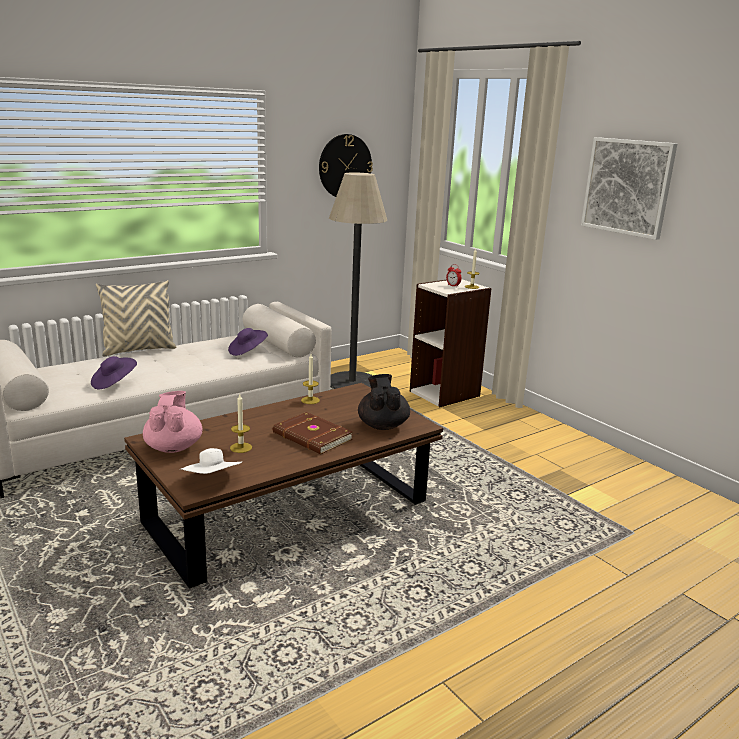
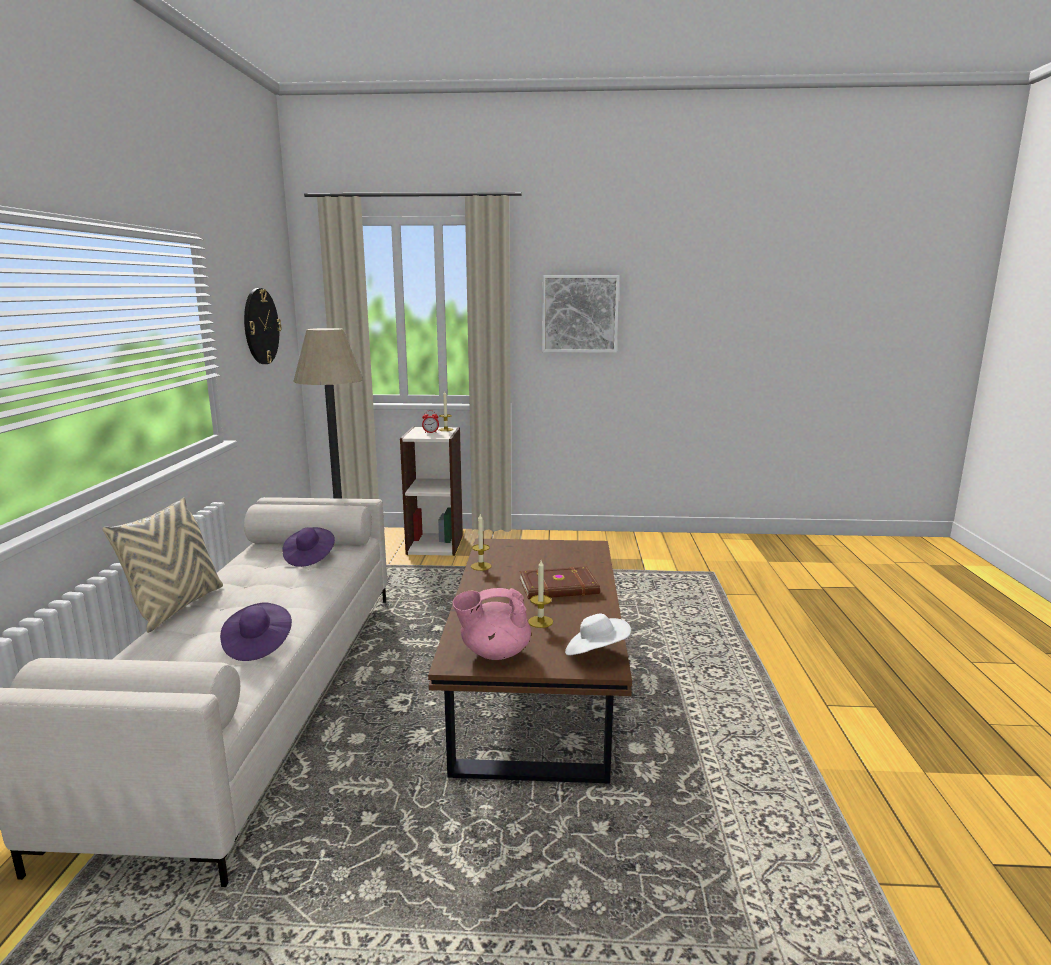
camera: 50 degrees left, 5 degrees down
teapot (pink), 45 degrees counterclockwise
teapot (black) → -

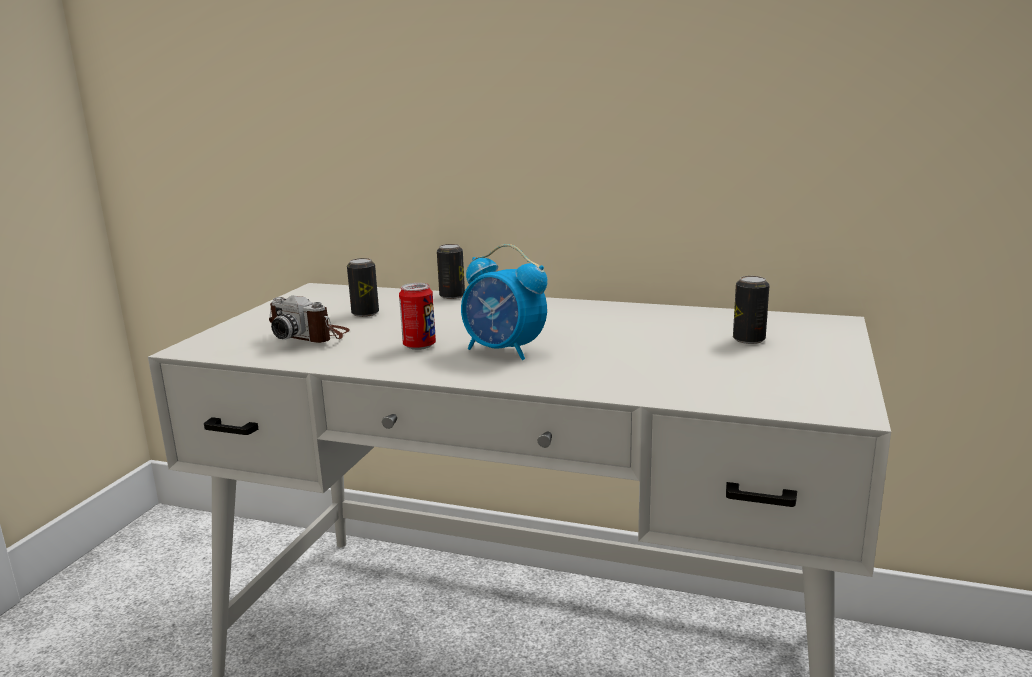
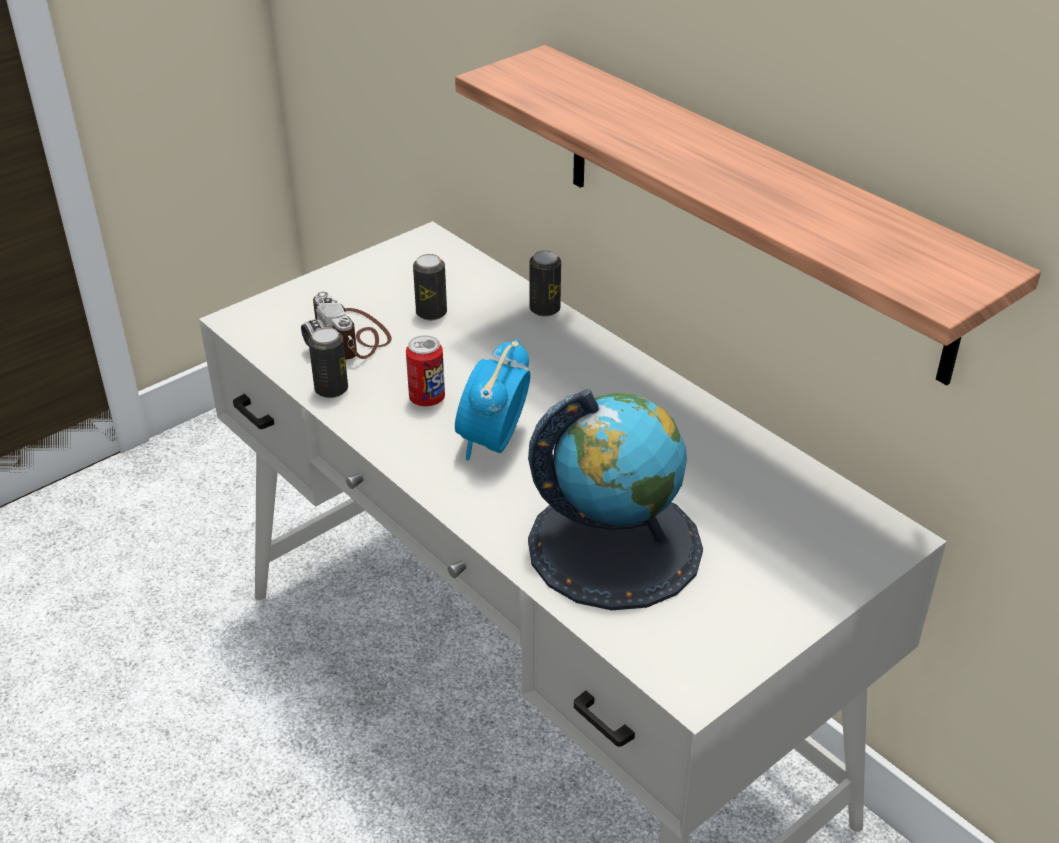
camera: 30 degrees right, 20 degrees up
alarm clock, 45 degrees clockwise
can (no. 4 from left in the first image) → can (no. 1 from left), shifted
- → shelf
- → globe

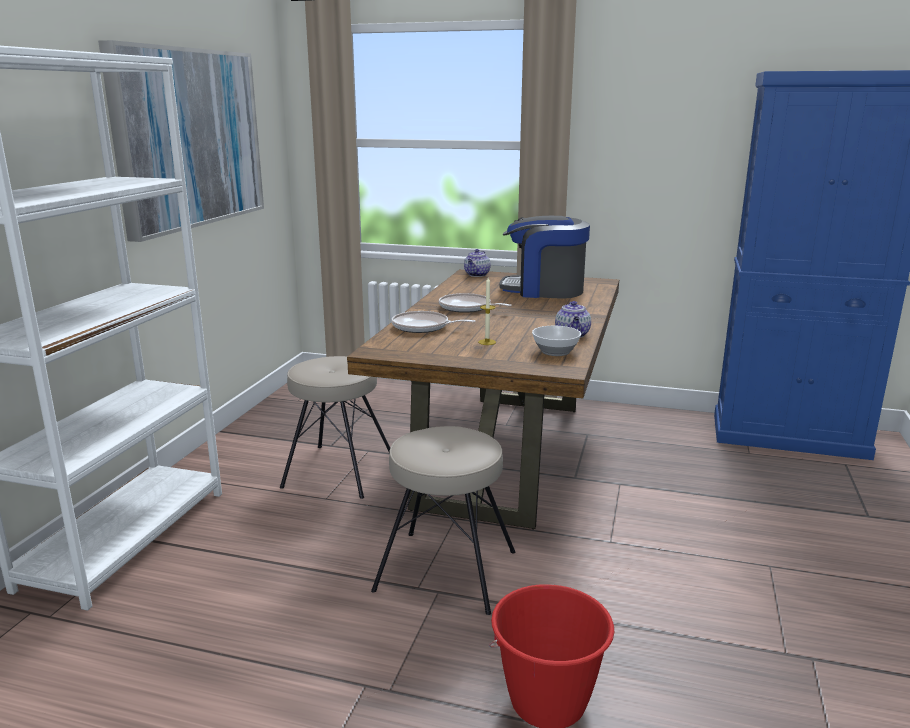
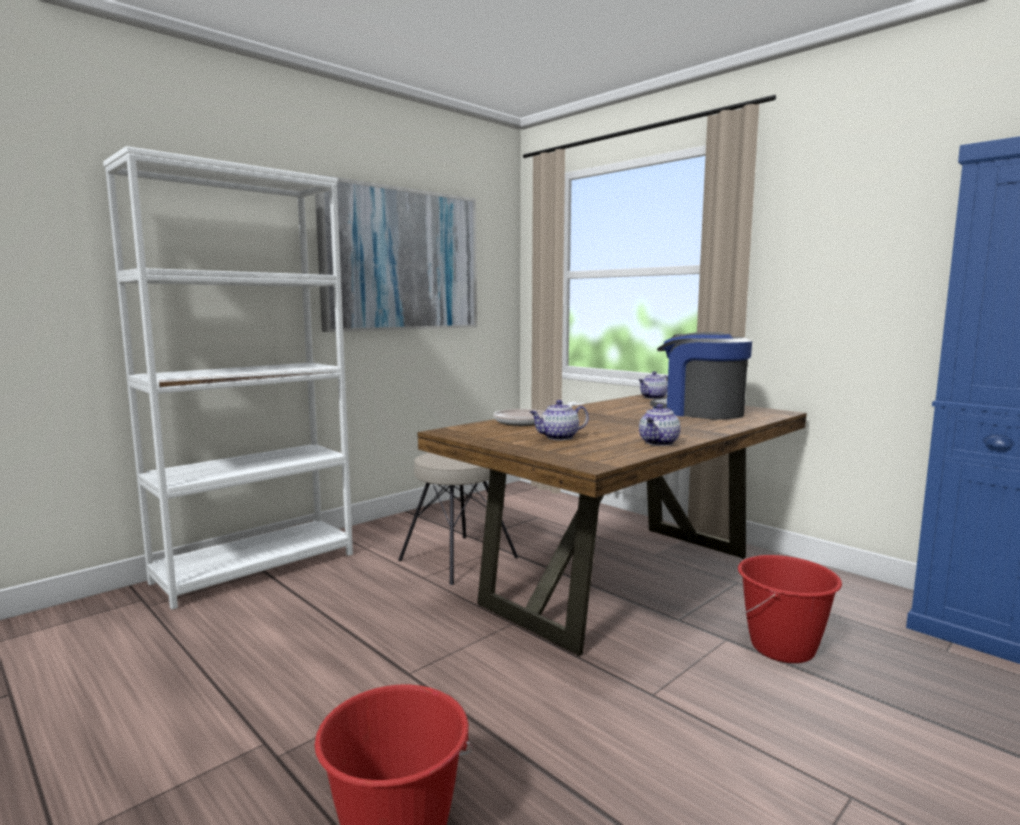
camera: 30 degrees right, 10 degrees down
stool (beige) (no. 2 from left) → -
frying pan (no. 2 from left) → -
candle → teapot (no. 1 from left)
bowl → -
- → bucket (red) (no. 2 from left)

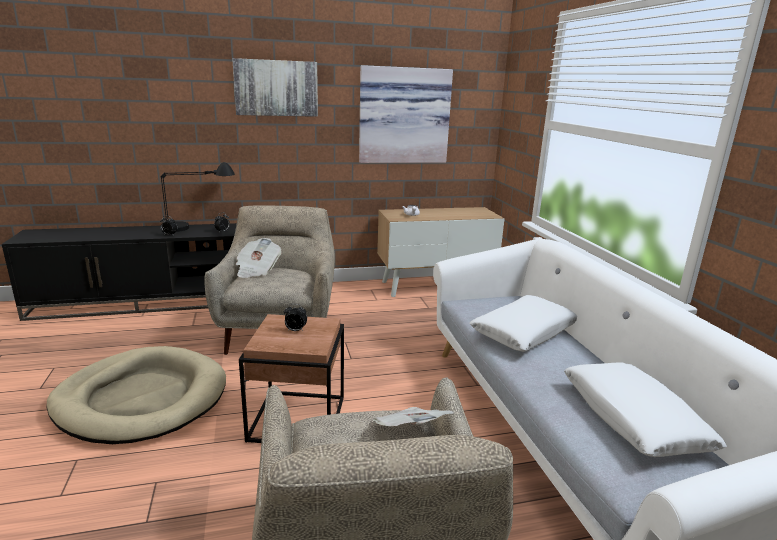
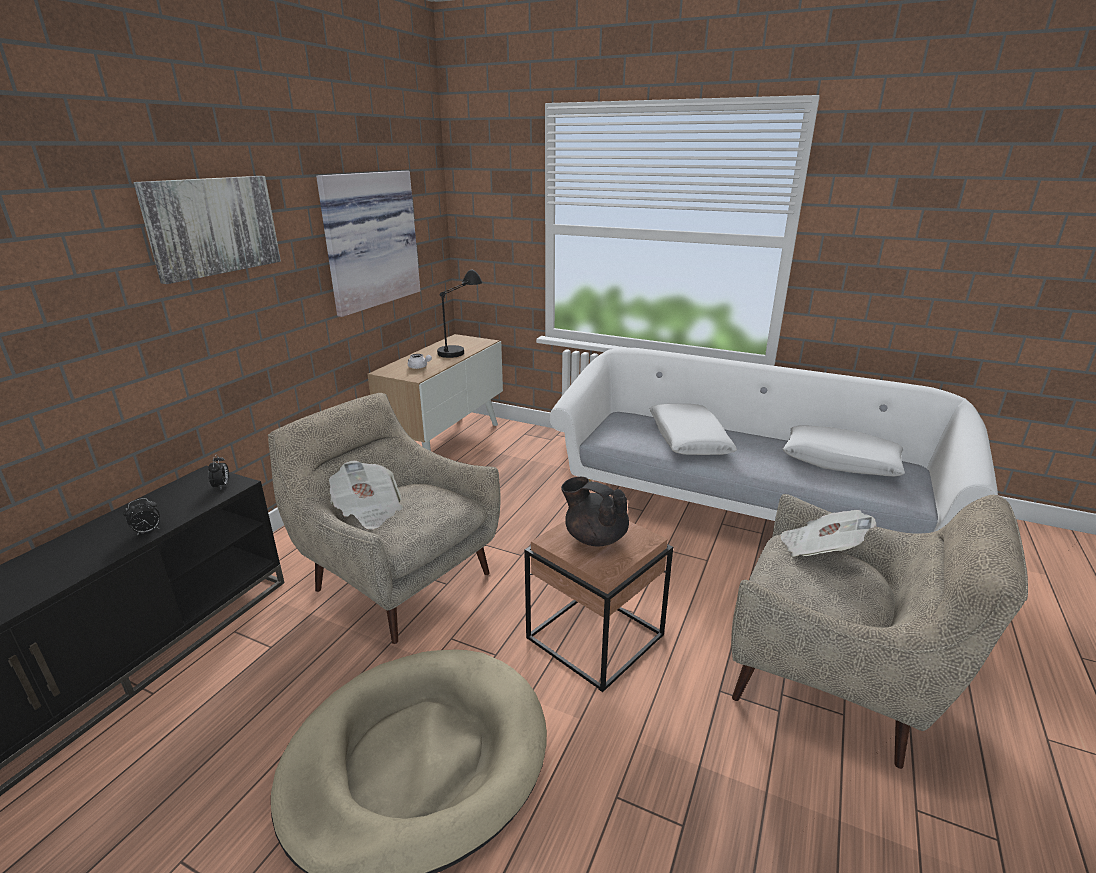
camera: 50 degrees left, 5 degrees up
table lamp (black), shifted
alarm clock (no. 3 from left) → teapot (black)

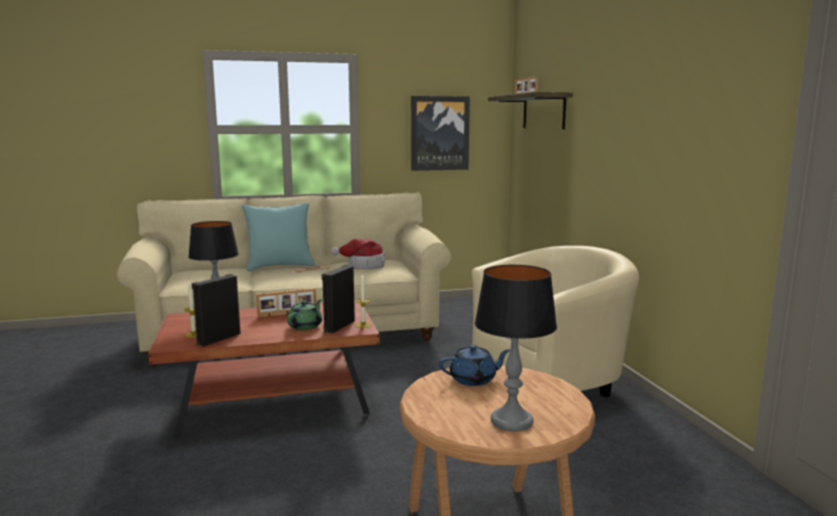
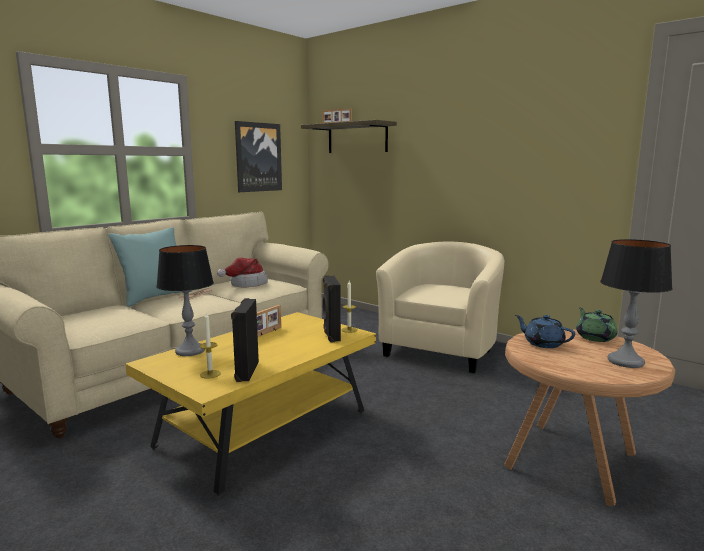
camera: 35 degrees left, 0 degrees up
coffee table (brown) → coffee table (yellow)
teapot (green), shifted
teapot (blue), 90 degrees counterclockwise

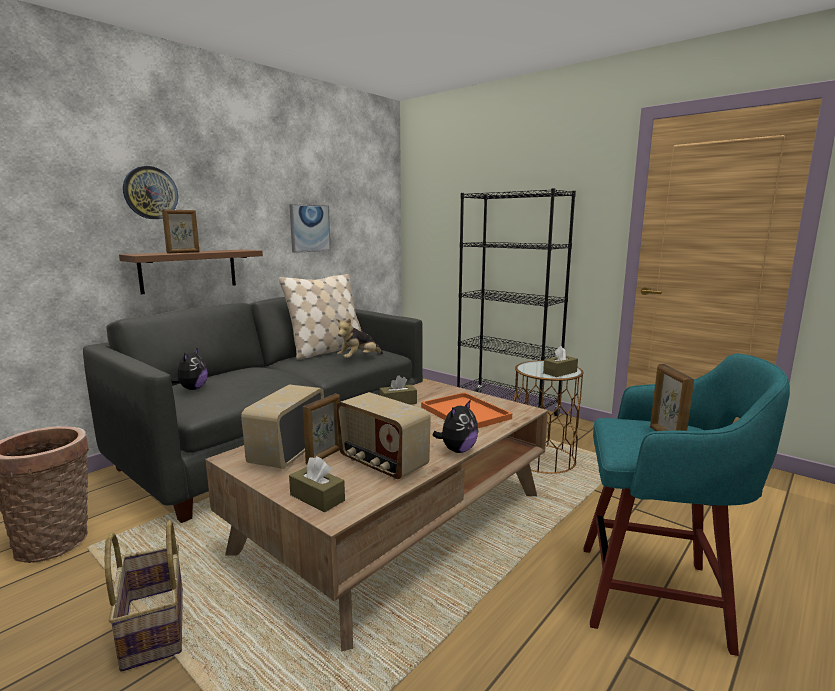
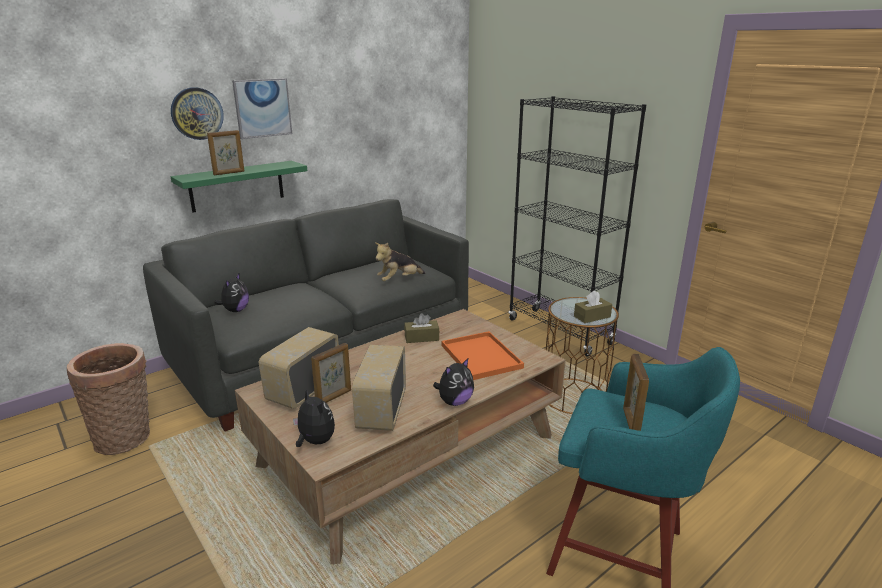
camera: 10 degrees right, 10 degrees up
basket (no. 2 from left) → -
shelf (brown) → shelf (green)
pillow (beige) → -
picture, shifted
tissue box (brown) (no. 1 from left) → plush toy (no. 2 from left)
radio (no. 2 from left), 45 degrees clockwise

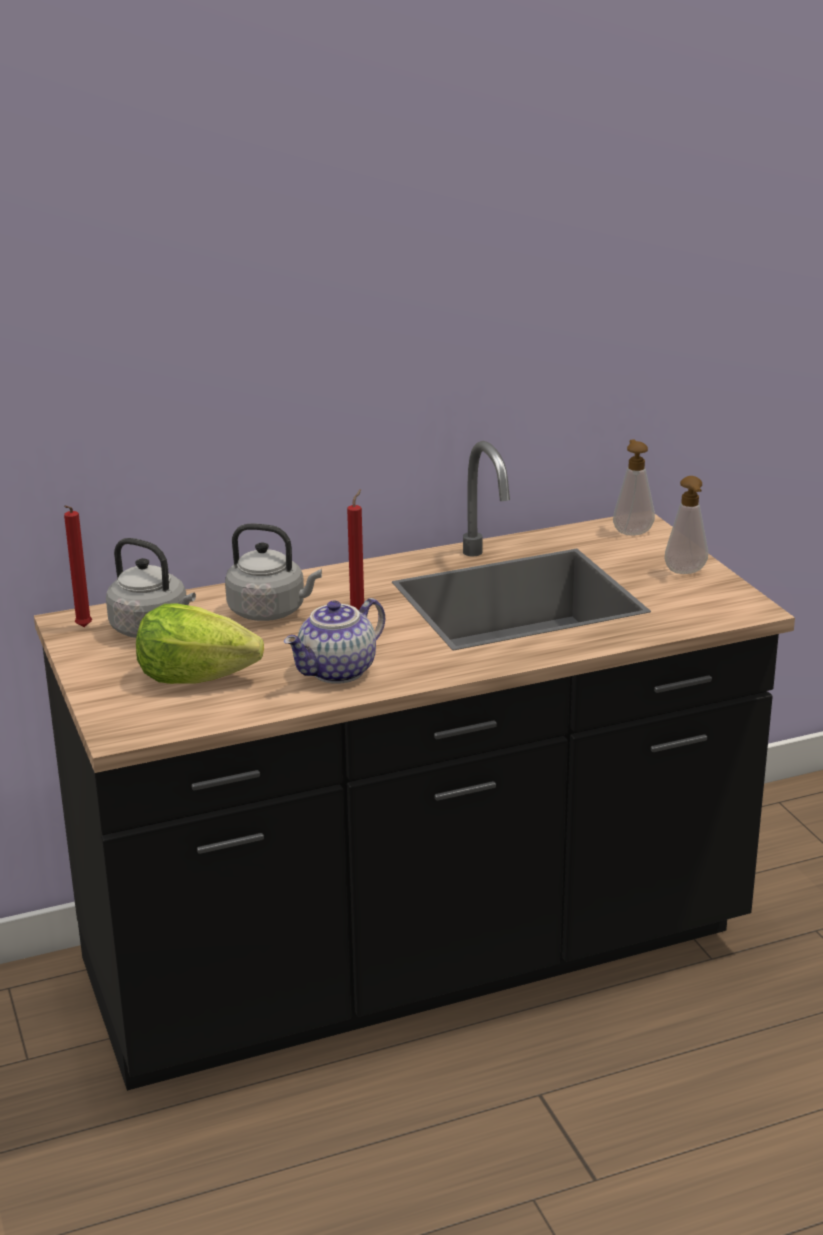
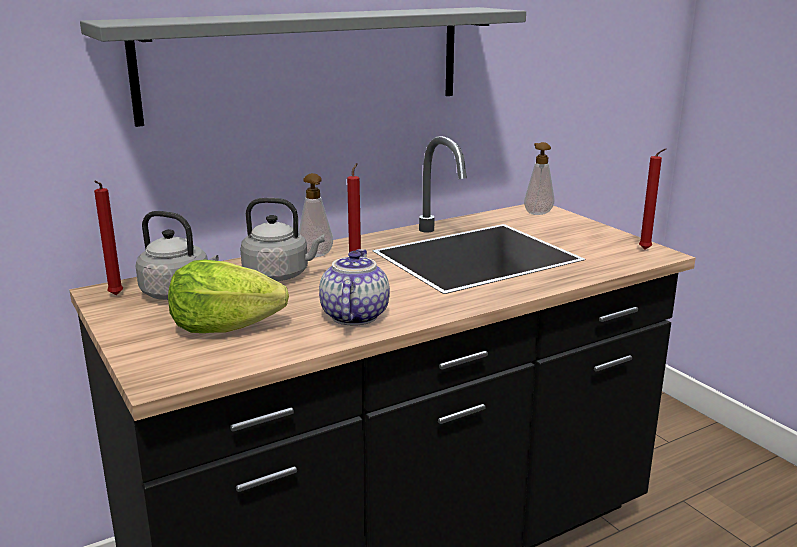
camera: 10 degrees left, 5 degrees down
teapot, 150 degrees clockwise
soap dispenser (no. 2 from left in the first image) → soap dispenser (no. 1 from left), shifted
- → shelf (grey)
- → candle (red) (no. 3 from left)

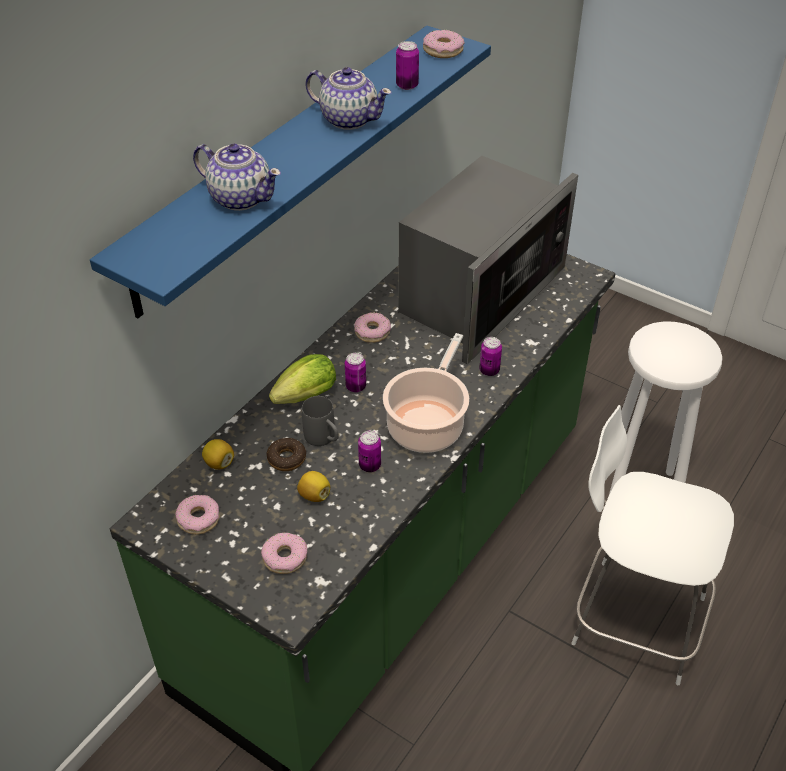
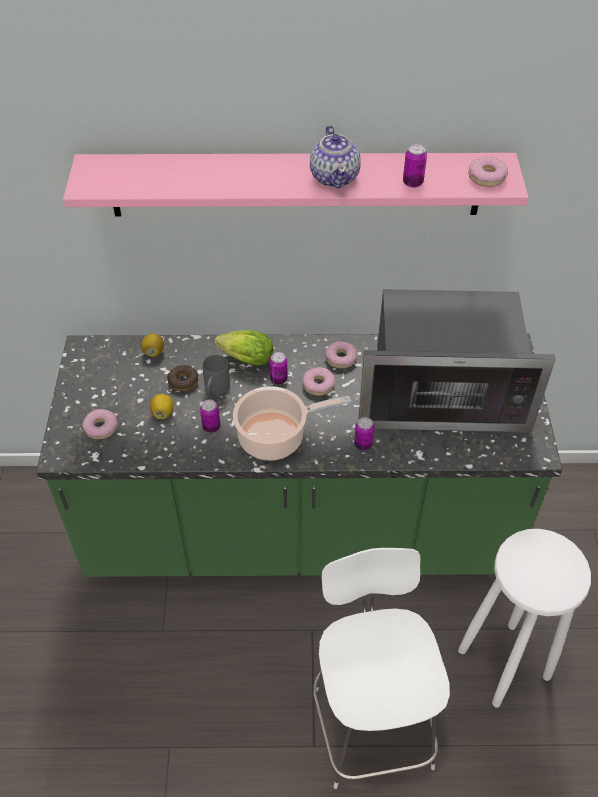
camera: 55 degrees right, 5 degrees up
shelf (blue) → shelf (pink)
donut (no. 1 from left in the first image) → donut (no. 3 from left), shifted
teapot (no. 1 from left) → -

